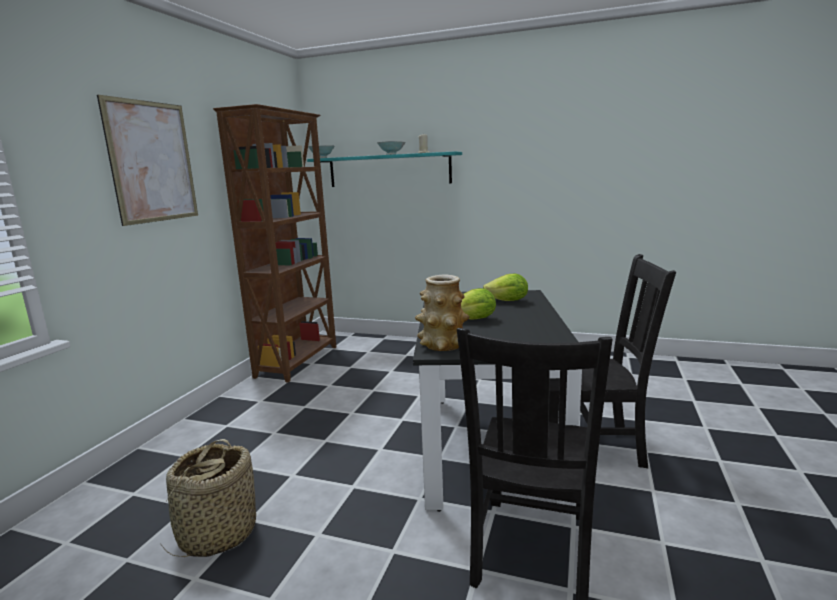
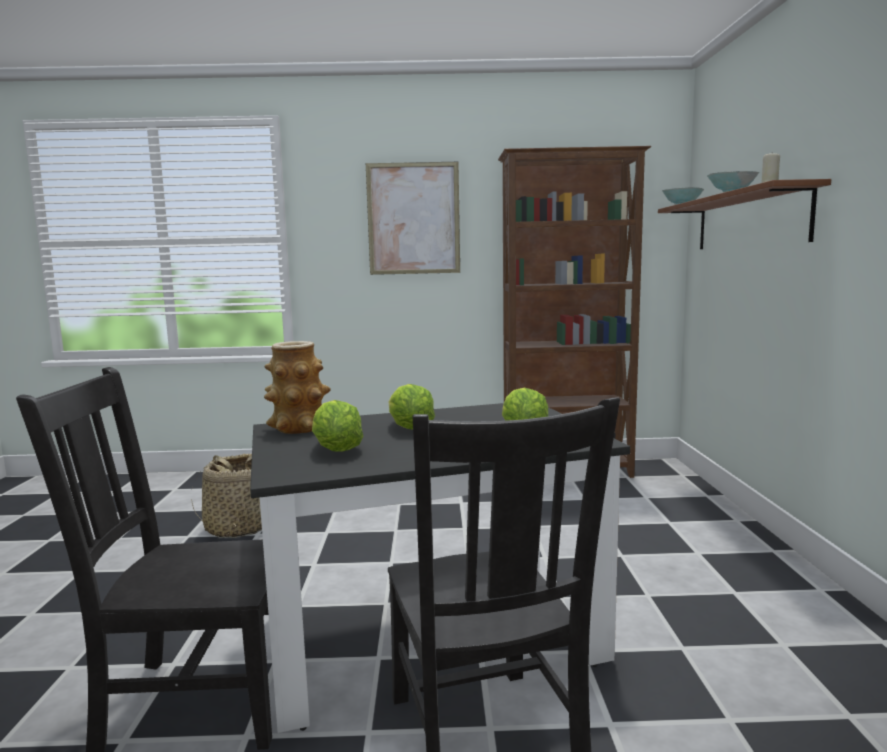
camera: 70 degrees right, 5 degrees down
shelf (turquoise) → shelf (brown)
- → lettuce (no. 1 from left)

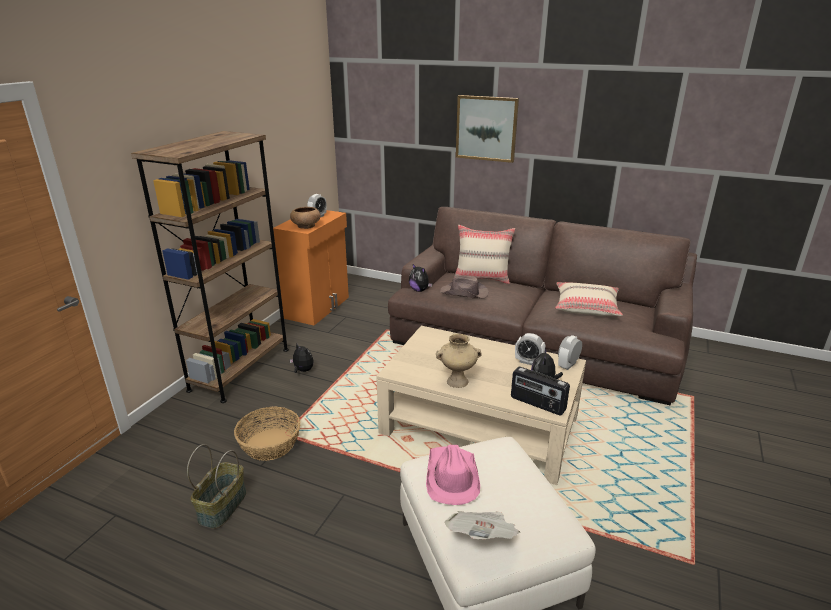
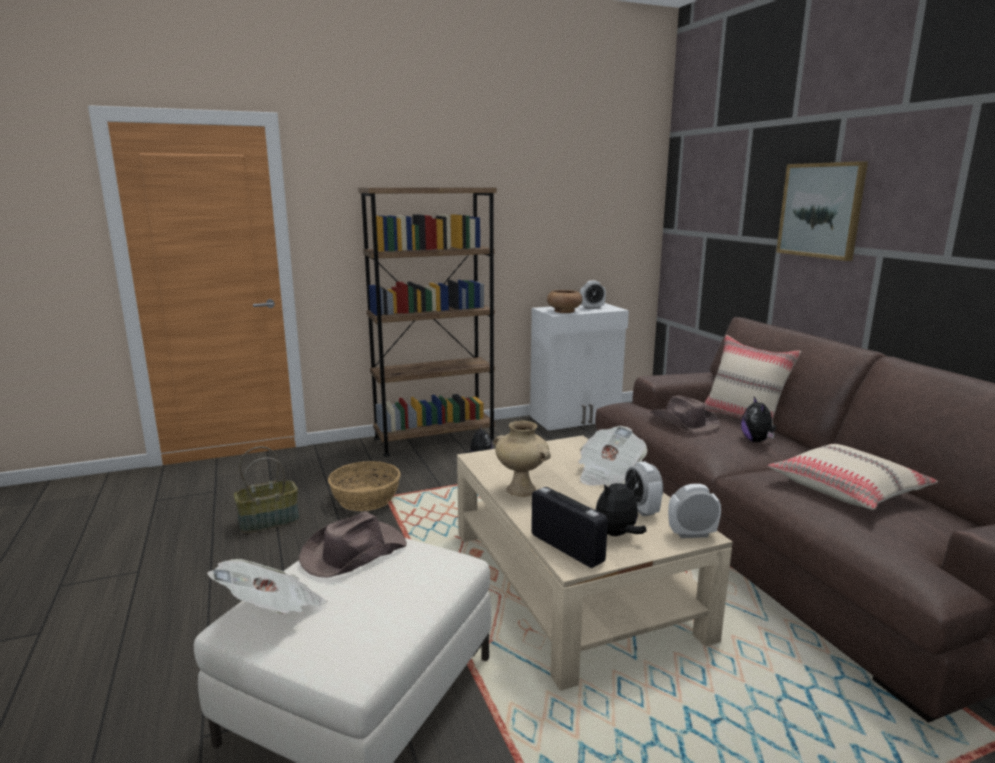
camera: 45 degrees right, 10 degrees down
cabinet (orange) → cabinet (white)
plush toy (no. 2 from left in the first image) → plush toy (no. 3 from left), shifted
hat (pink) → hat (brown) (no. 1 from left)
radio, 150 degrees clockwise
- → newspaper (no. 2 from left)

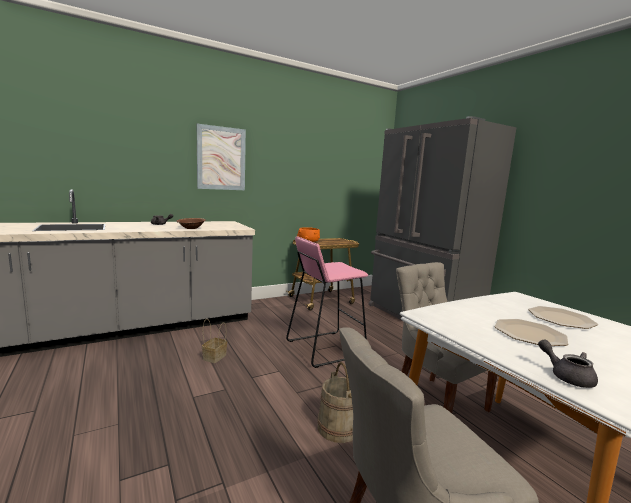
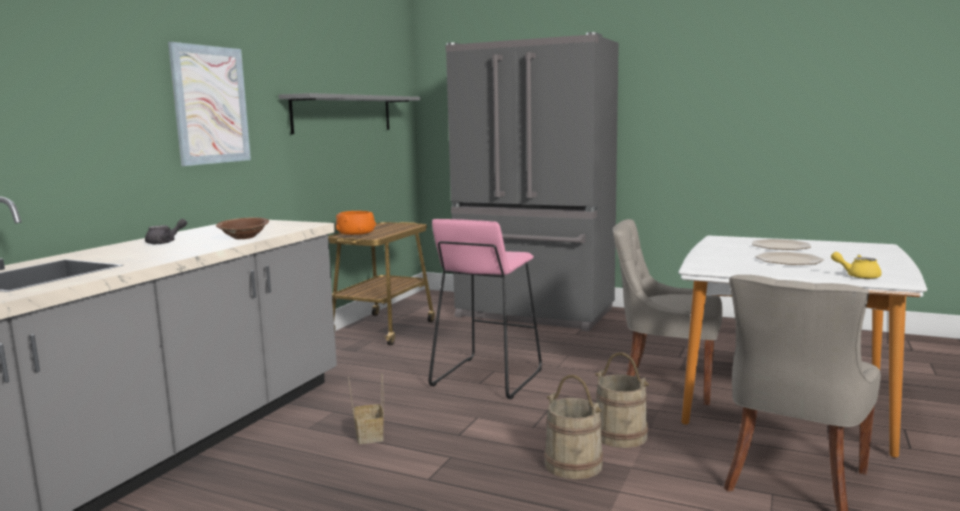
camera: 35 degrees left, 0 degrees up
teapot (grey) (no. 2 from left) → teapot (yellow)
- → shelf (grey)
- → bucket (beige) (no. 1 from left)

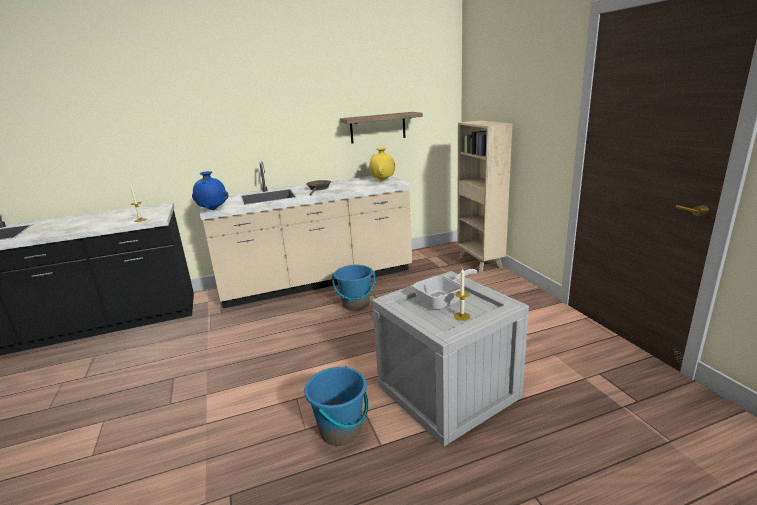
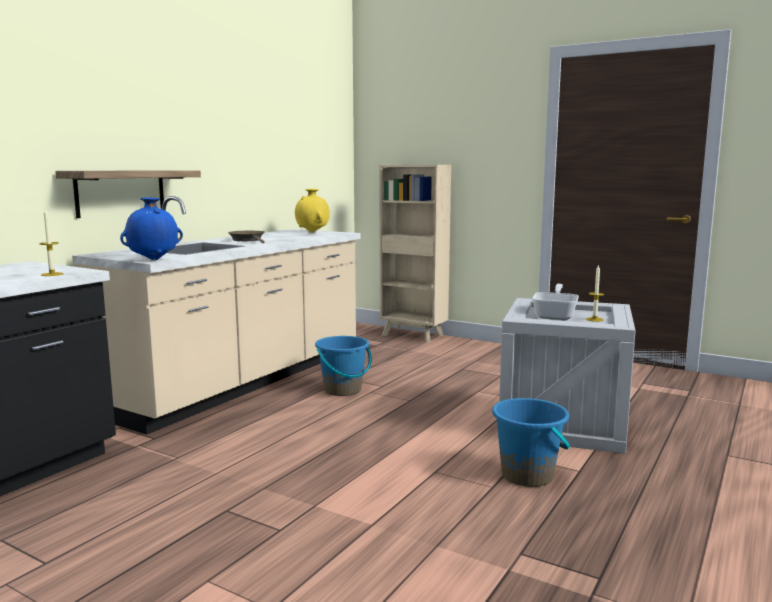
camera: 40 degrees left, 10 degrees down
shelf, shifted

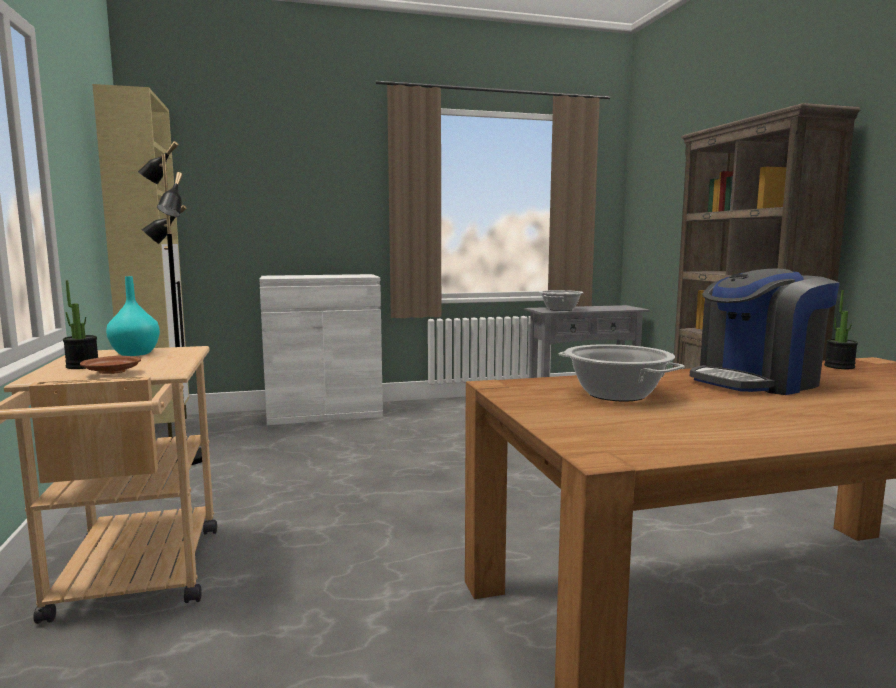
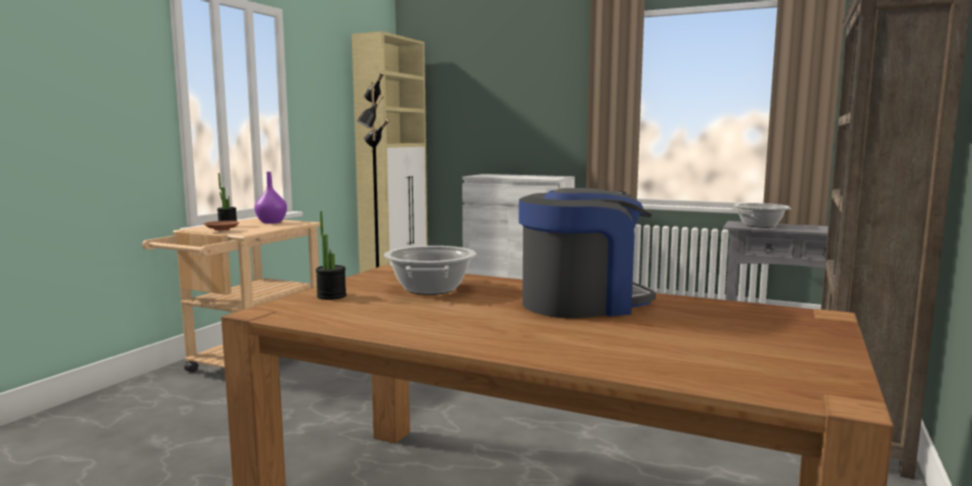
camera: 40 degrees right, 0 degrees up
vase (turquoise) → vase (purple)
coffee machine, 150 degrees clockwise
potted plant (no. 2 from left), shifted

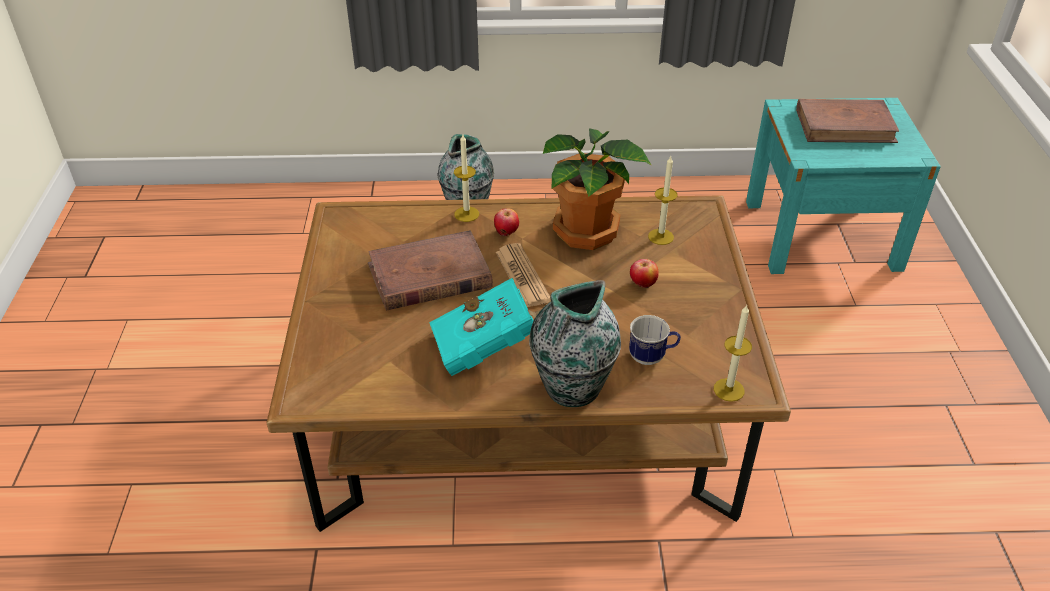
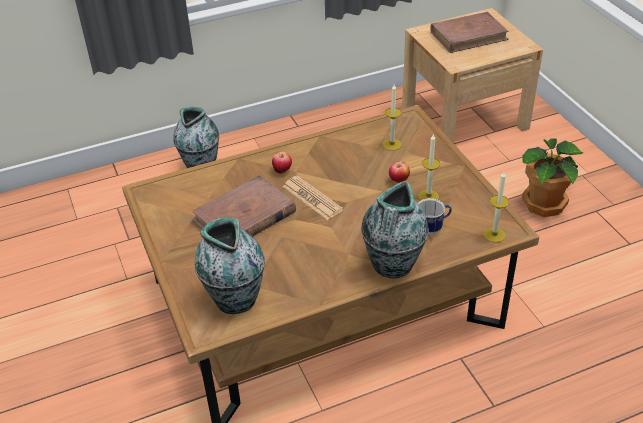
camera: 20 degrees left, 0 degrees up
book (turquoise) → -
candle (no. 1 from left in the first image) → candle (no. 2 from left), shifted
potted plant, shifted
nightstand (turquoise) → nightstand (beige)
- → vase (no. 2 from left)

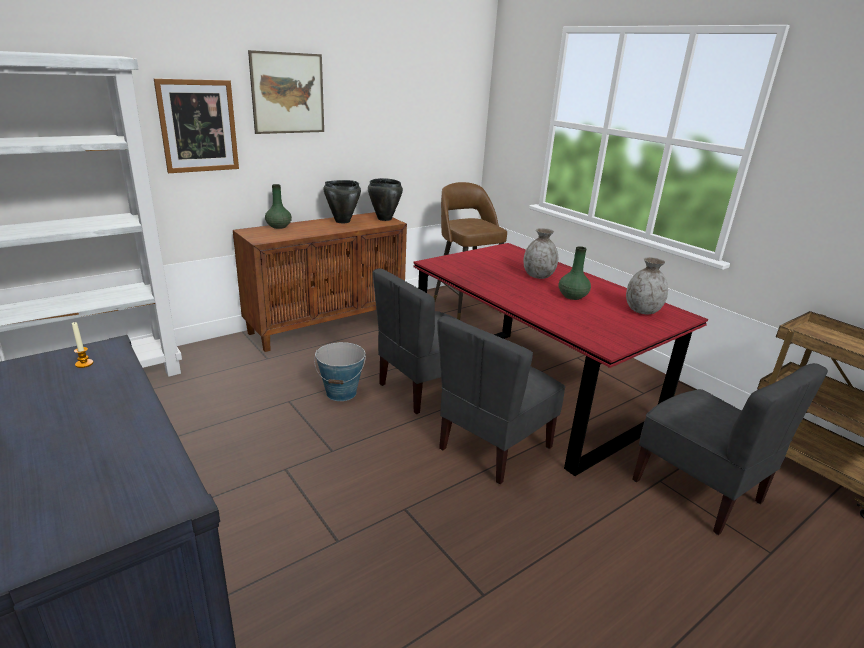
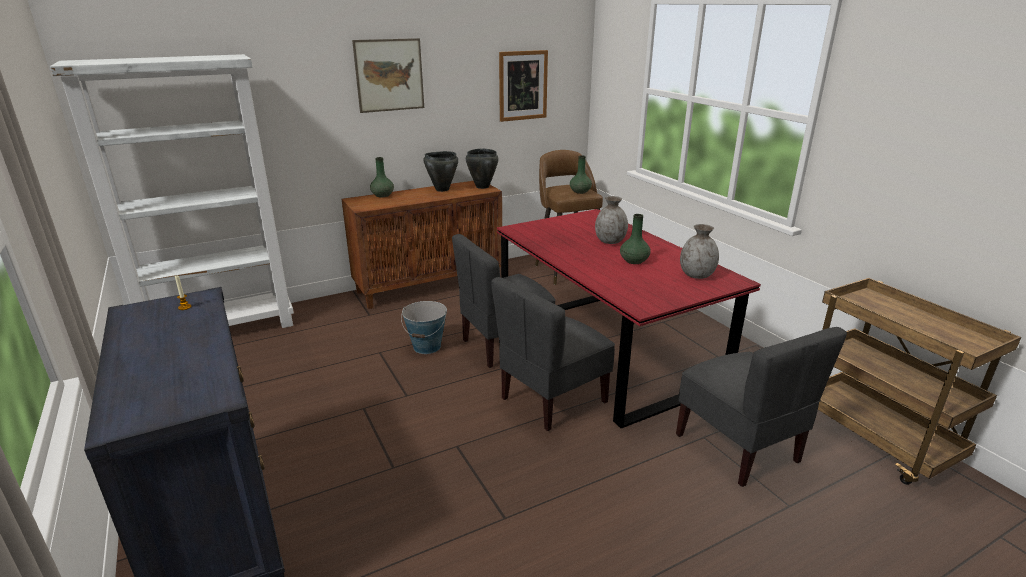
camera: 10 degrees right, 0 degrees up
picture (no. 1 from left in the first image) → picture (no. 2 from left), shifted
- → vase (green) (no. 2 from left)

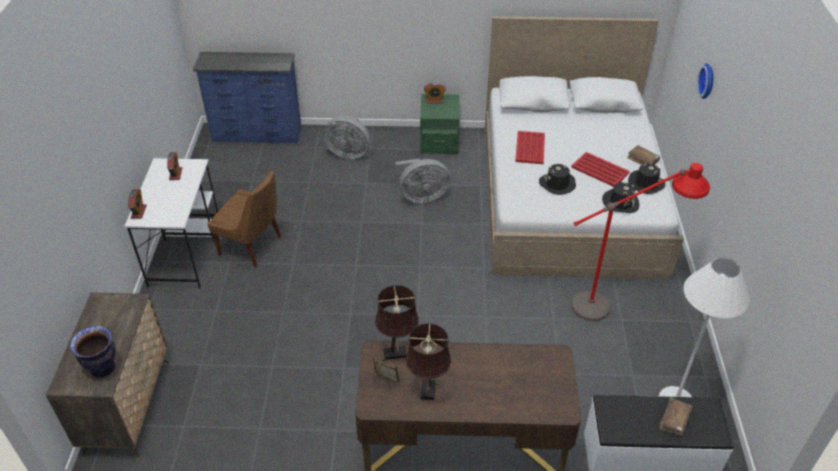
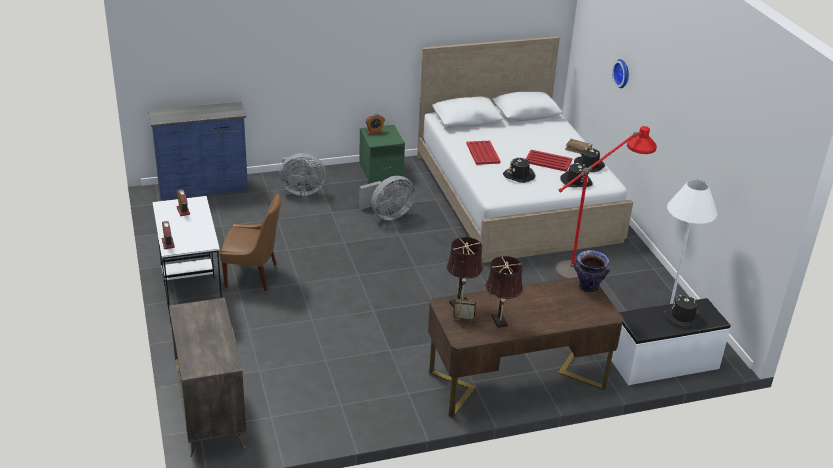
camera: 20 degrees left, 10 degrees down
vase, shifted
book (brown) (no. 2 from left) → hat (black) (no. 4 from left)

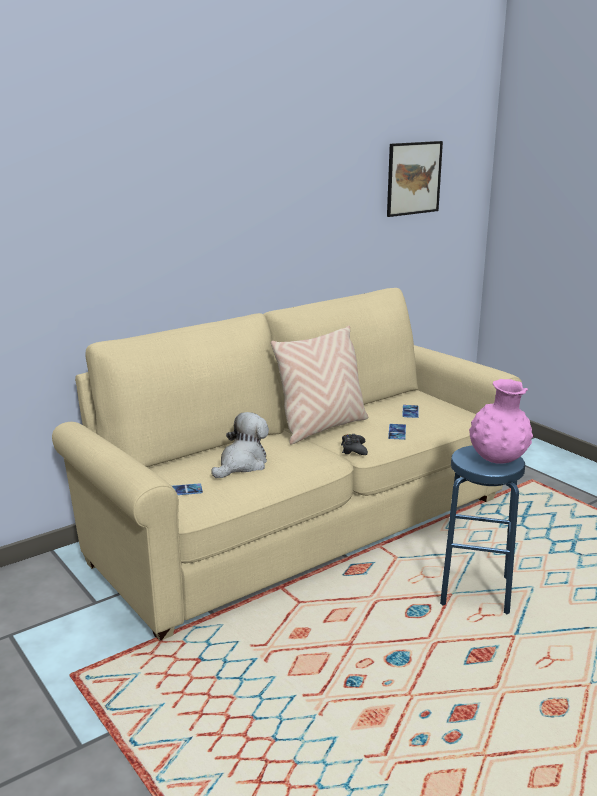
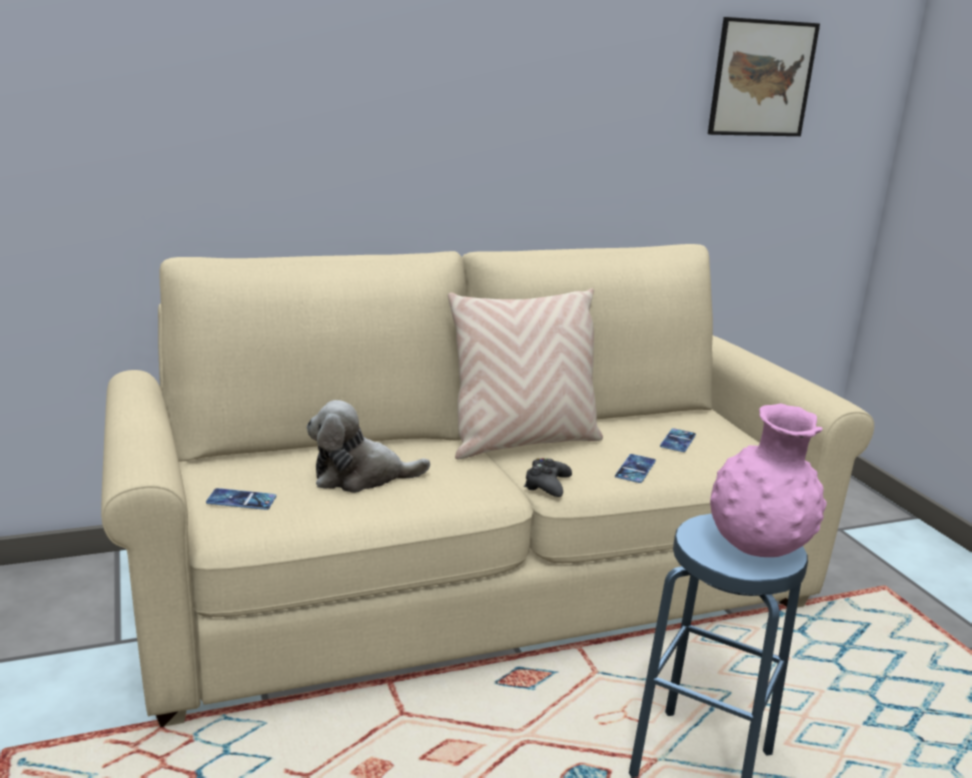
camera: 15 degrees right, 0 degrees up
plush toy, 150 degrees counterclockwise

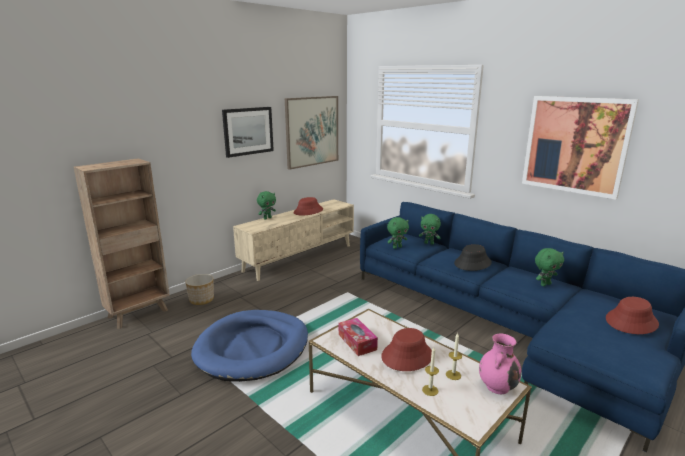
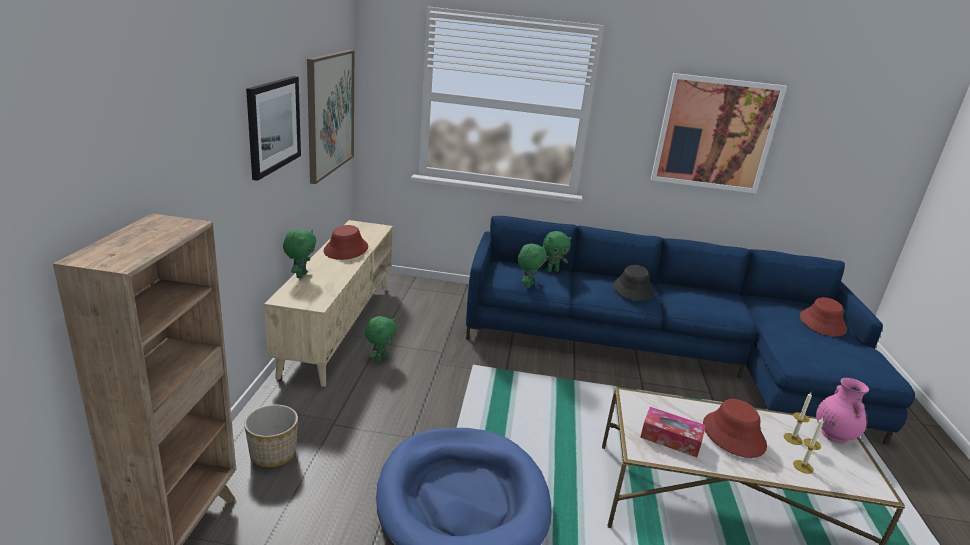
camera: 40 degrees left, 5 degrees up
plush toy (green) (no. 4 from left in the first image) → plush toy (green) (no. 2 from left), shifted

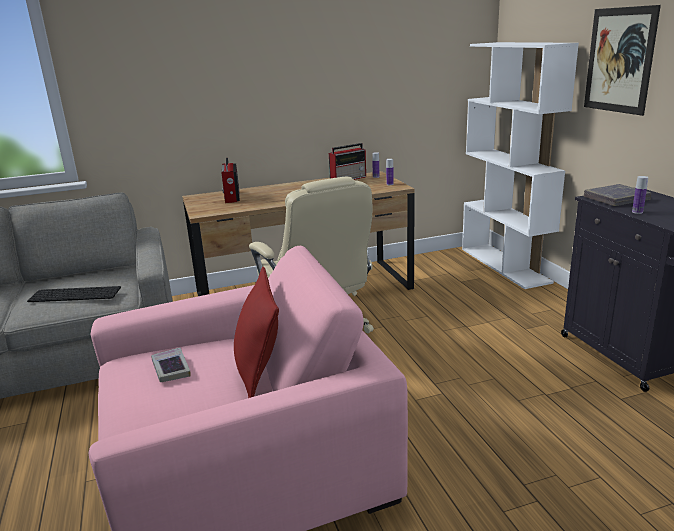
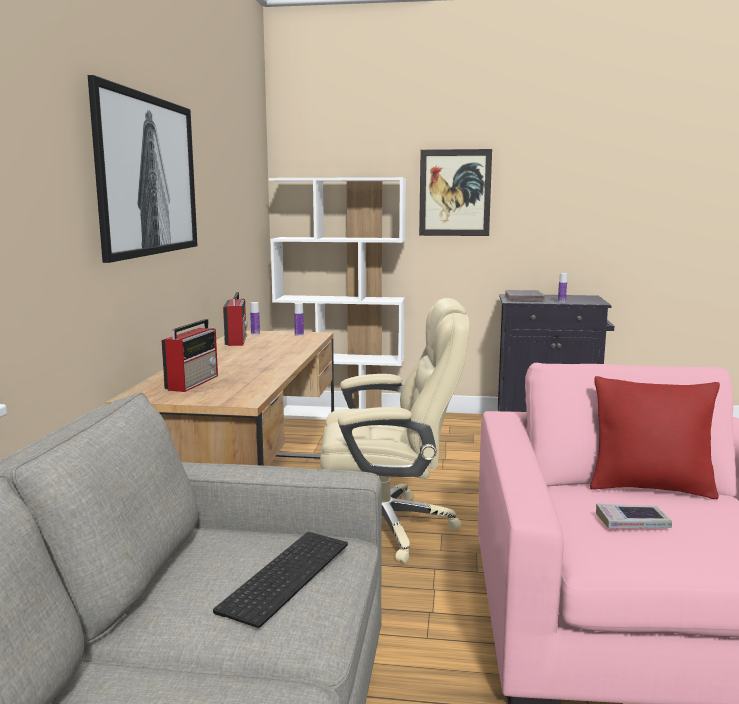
camera: 65 degrees left, 10 degrees down
radio (no. 1 from left), 90 degrees counterclockwise
- → picture (no. 1 from left)

